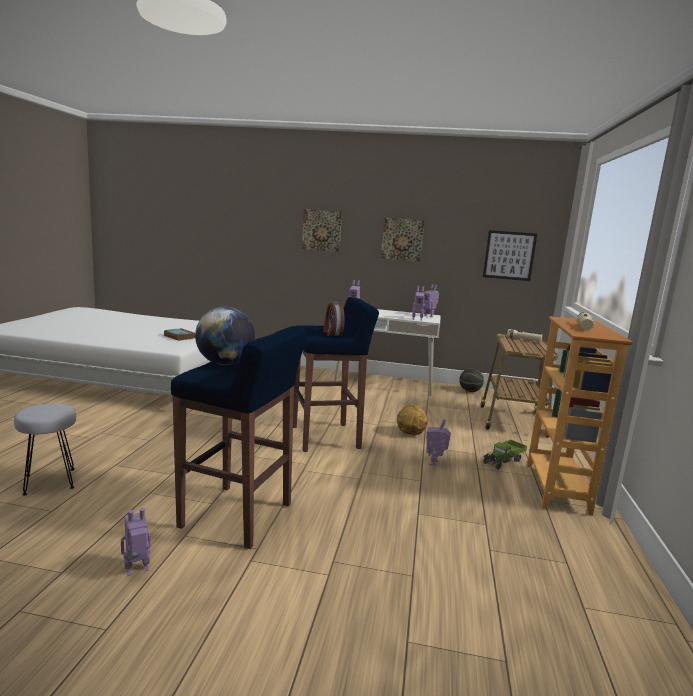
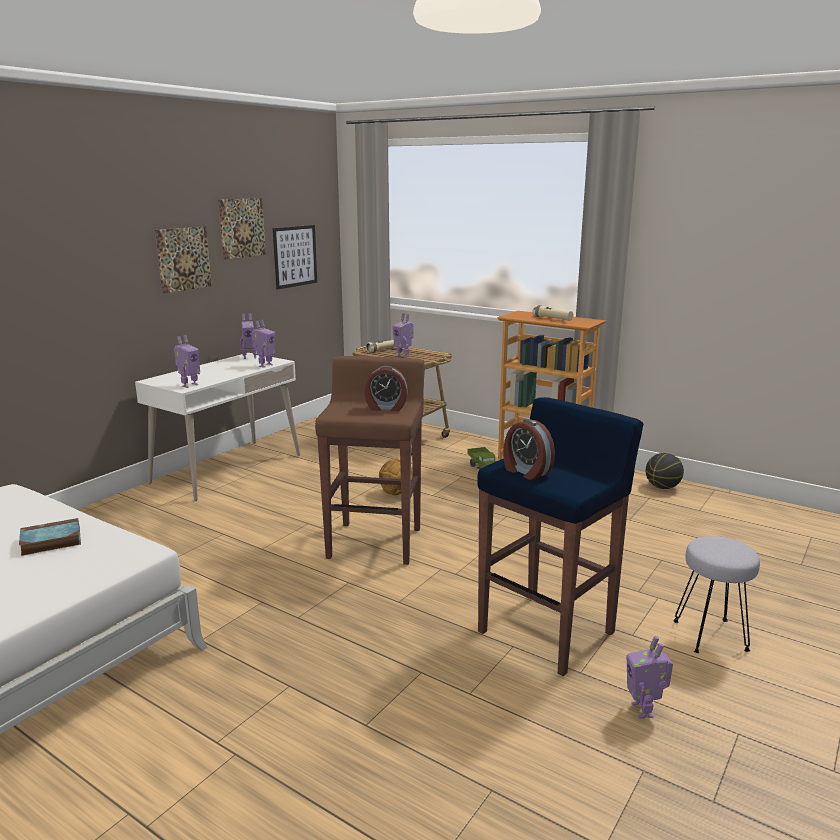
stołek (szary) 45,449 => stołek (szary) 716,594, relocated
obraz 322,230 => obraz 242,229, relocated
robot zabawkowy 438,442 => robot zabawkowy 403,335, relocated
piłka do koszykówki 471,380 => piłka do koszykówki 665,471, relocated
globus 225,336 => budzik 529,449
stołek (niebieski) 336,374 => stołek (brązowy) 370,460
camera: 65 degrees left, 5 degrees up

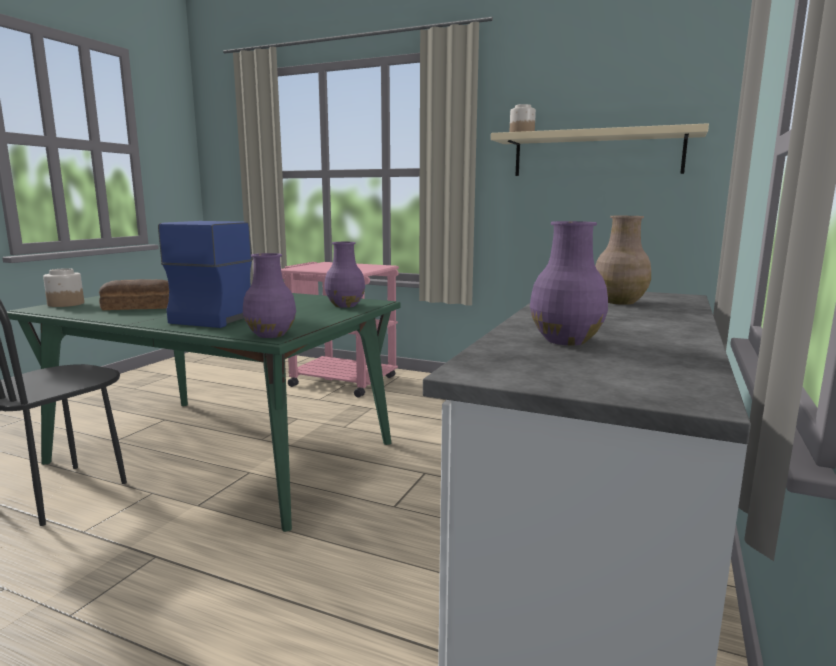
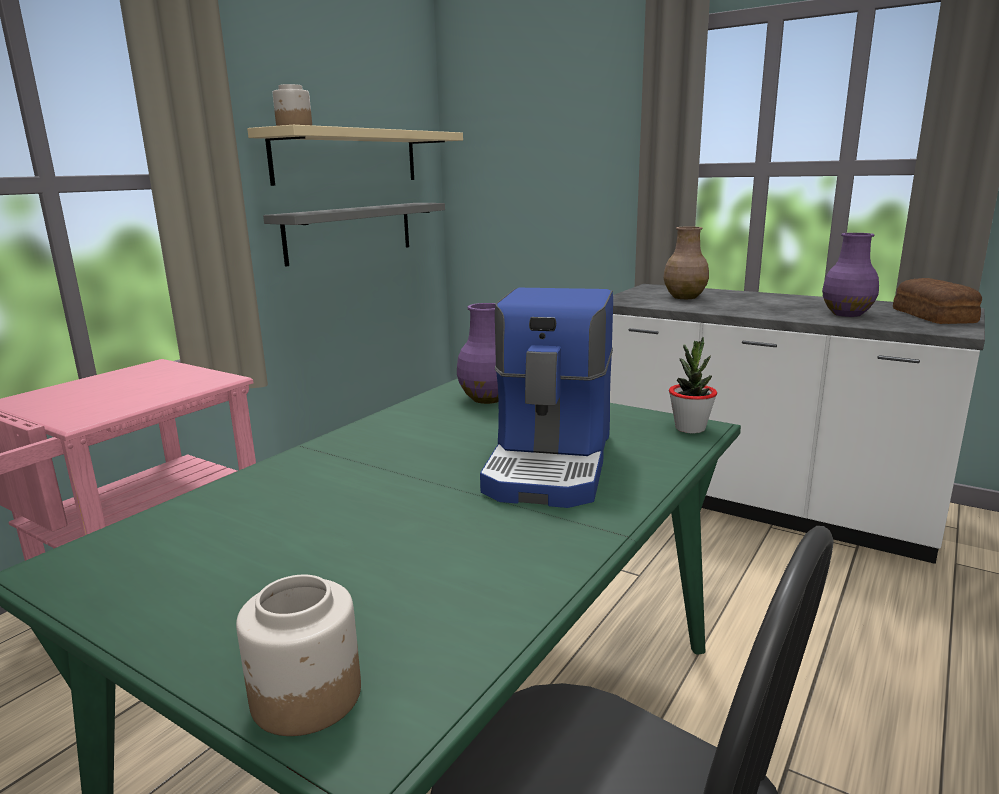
nothing => półka (szary) 354,235
chleb 134,294 => chleb 937,301, relocated
wazon (fioletowy) 269,295 => roślina doniczkowa 693,385
ekspres do kawy 205,274 => ekspres do kawy 546,398, 105 degrees counterclockwise
camera: 80 degrees left, 5 degrees up

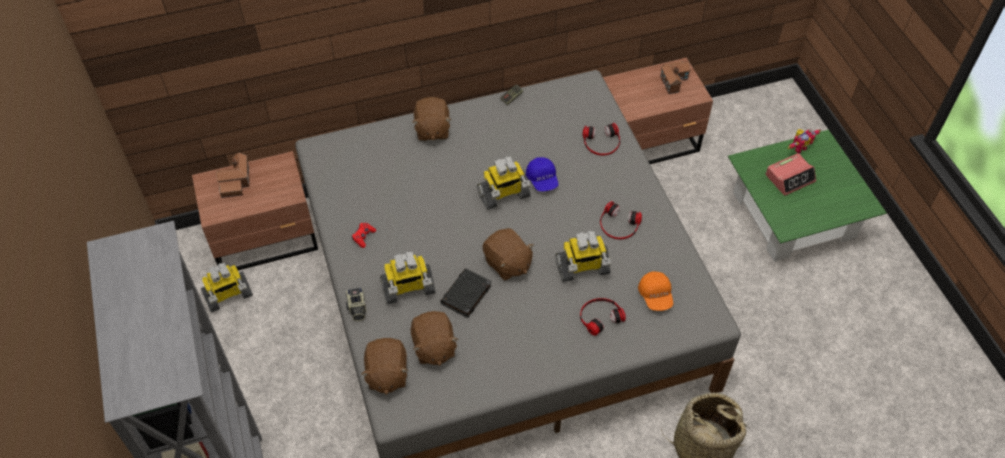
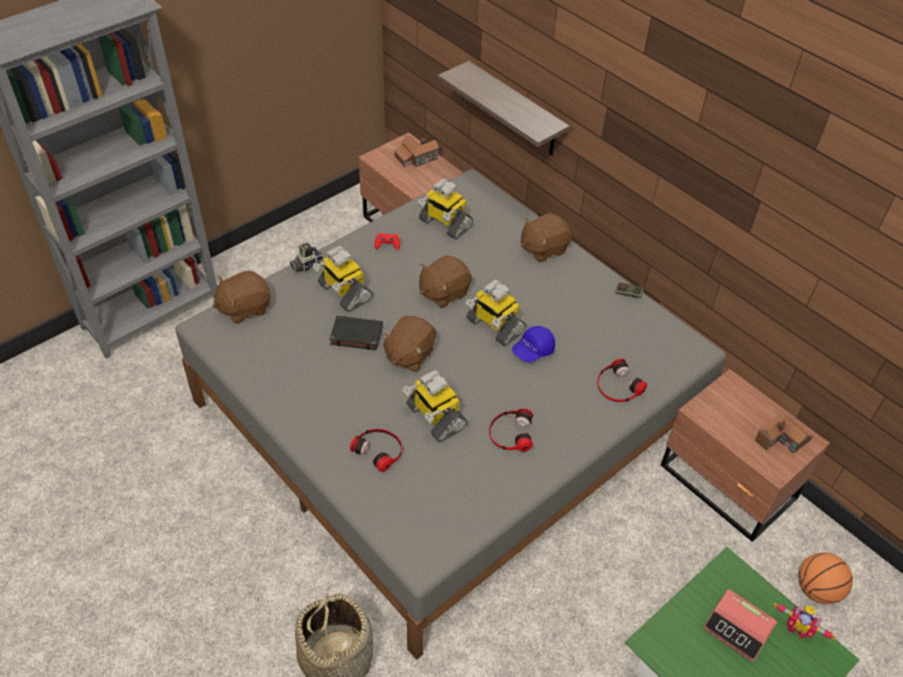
czapka z daszkiem (pomarańczowy) 655,291 => nothing
nothing => półka 504,108
nothing => piłka do koszykówki 825,578
robot zabawkowy 227,287 => robot zabawkowy 445,209, relocated
pluszak (brązowy) 434,338 => pluszak (brązowy) 445,281, relocated
camera: 65 degrees right, 5 degrees down

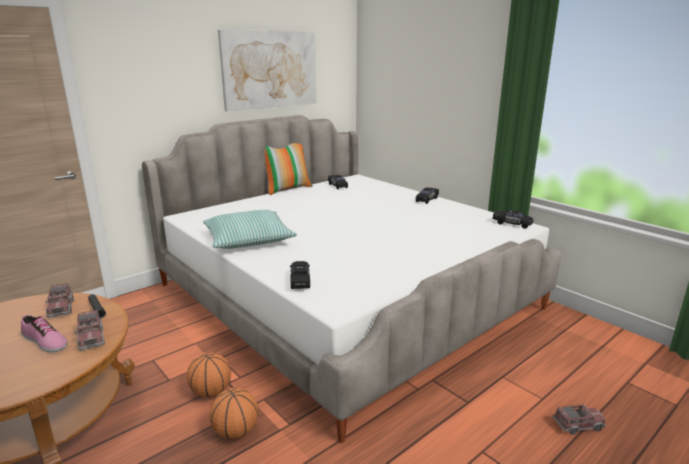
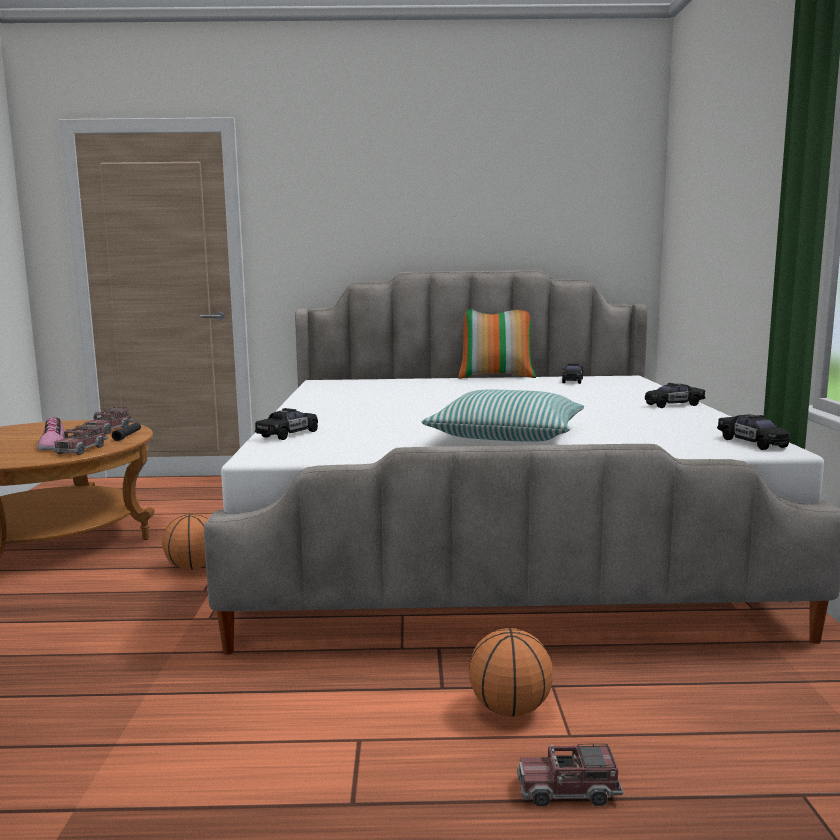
obraz 267,70 => nothing
poduszka 250,229 => poduszka 503,416, relocated
piłka do koszykówki 233,413 => piłka do koszykówki 511,672, relocated
ciężarówka zabawkowa 579,419 => ciężarówka zabawkowa 570,775, 150 degrees clockwise
camera: 40 degrees right, 10 degrees down

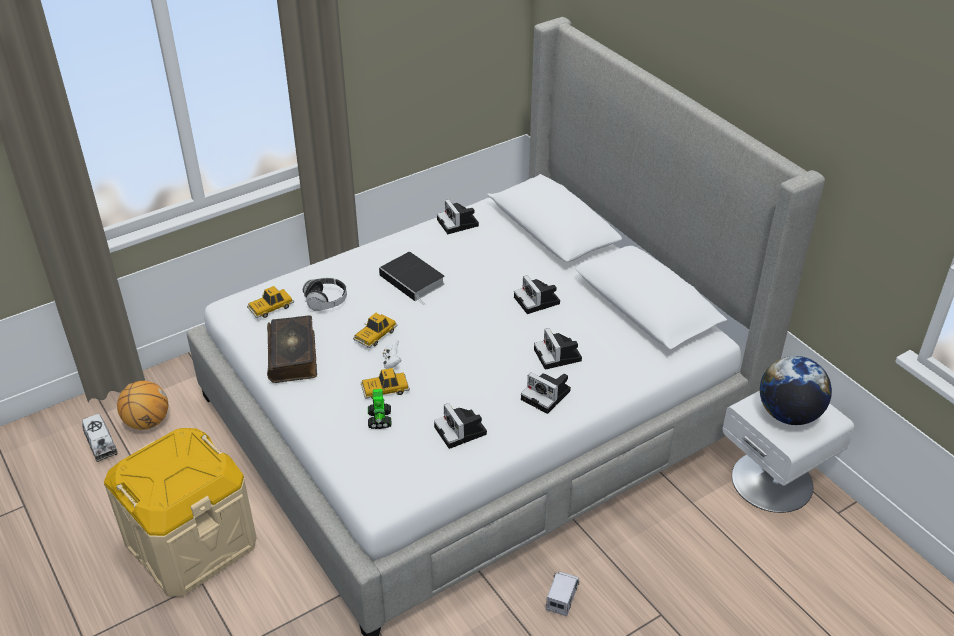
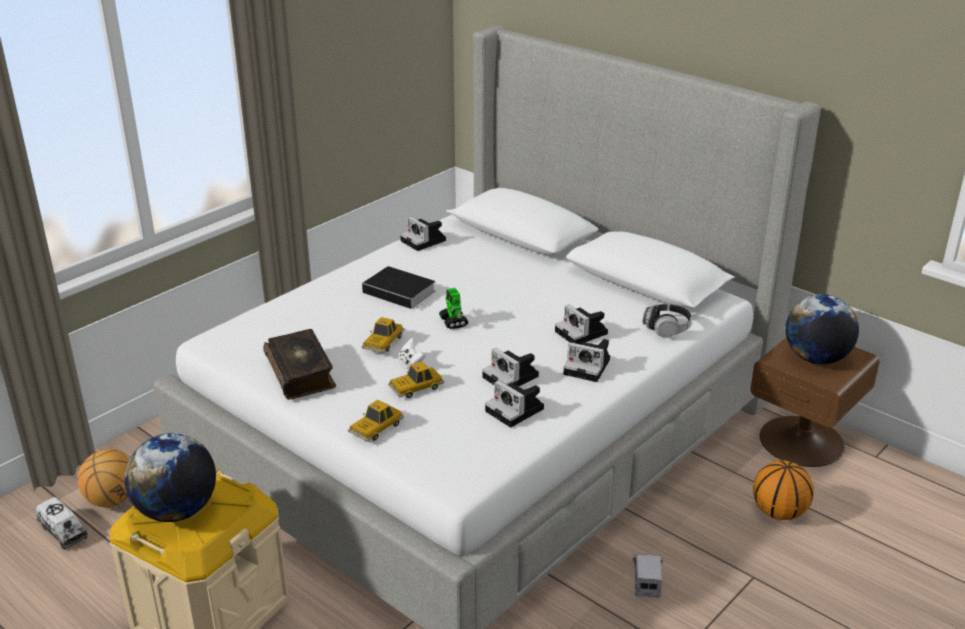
nothing => globus 170,477
nothing => piłka do koszykówki 783,490
samochodzik 270,302 => samochodzik 376,421, relocated
słuchawki 325,294 => słuchawki 667,321, relocated
robot zabawkowy 379,409 => robot zabawkowy 454,308, relocated
aparat fotograficzny 537,294 => aparat fotograficzny 510,367, relocated
szafka nocna (biały) 788,451 => szafka nocna (brązowy) 814,402
camera: 15 degrees left, 10 degrees down

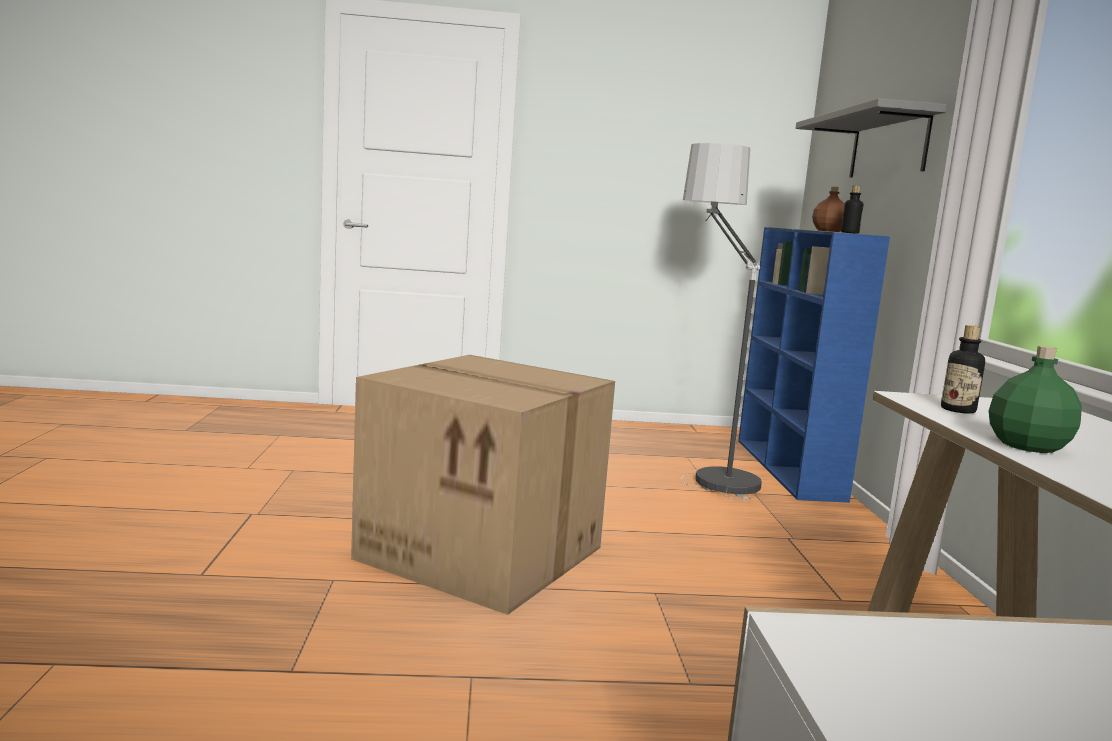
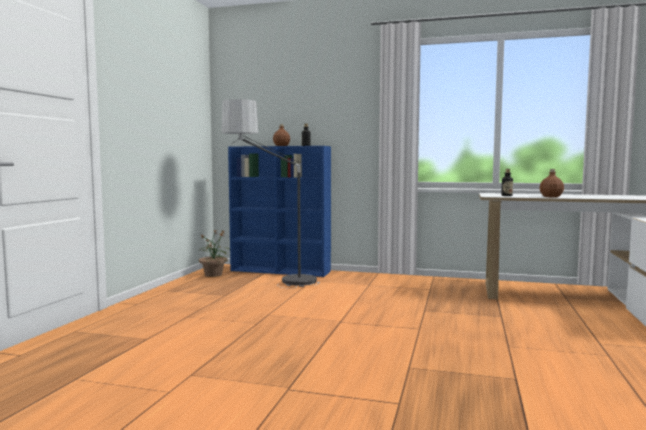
karton 483,485 => nothing
półka (szary) 871,137 => nothing
nothing => roślina doniczkowa 214,253
butelka (zielony) 1035,399 => butelka (brązowy) 551,183
camera: 70 degrees left, 5 degrees down

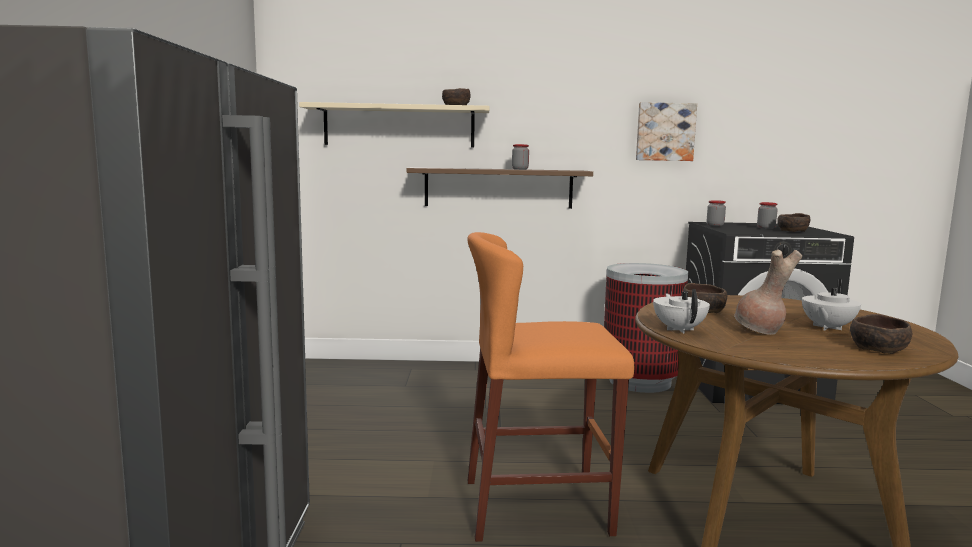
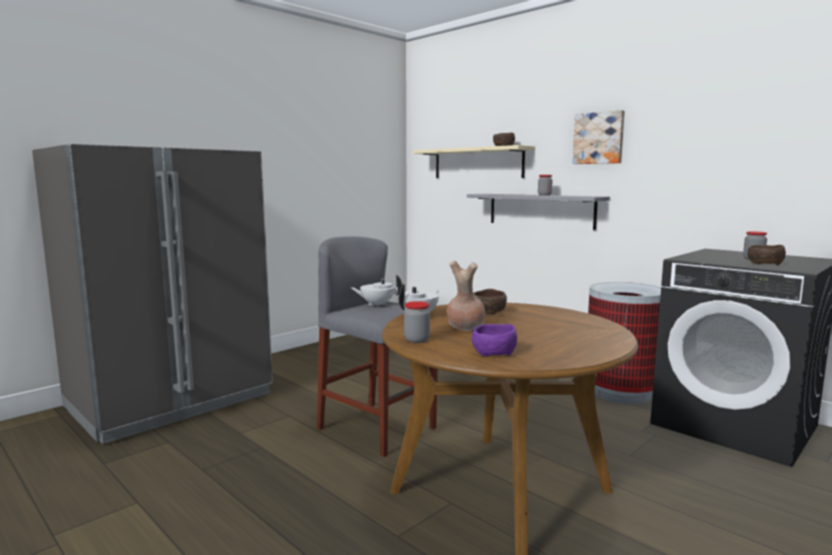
obraz 666,131 => obraz 598,137, relocated
słoik 716,213 => słoik 417,322, relocated
imbryk (biały) 831,305 => imbryk (biały) 376,291, relocated
półka (brązowy) 500,188 => półka (szary) 538,212
stołek (pomarańczowy) 550,387 => stołek (szary) 377,346
miska (brązowy) 881,334 => miska (fioletowy) 494,340
camera: 45 degrees right, 0 degrees up

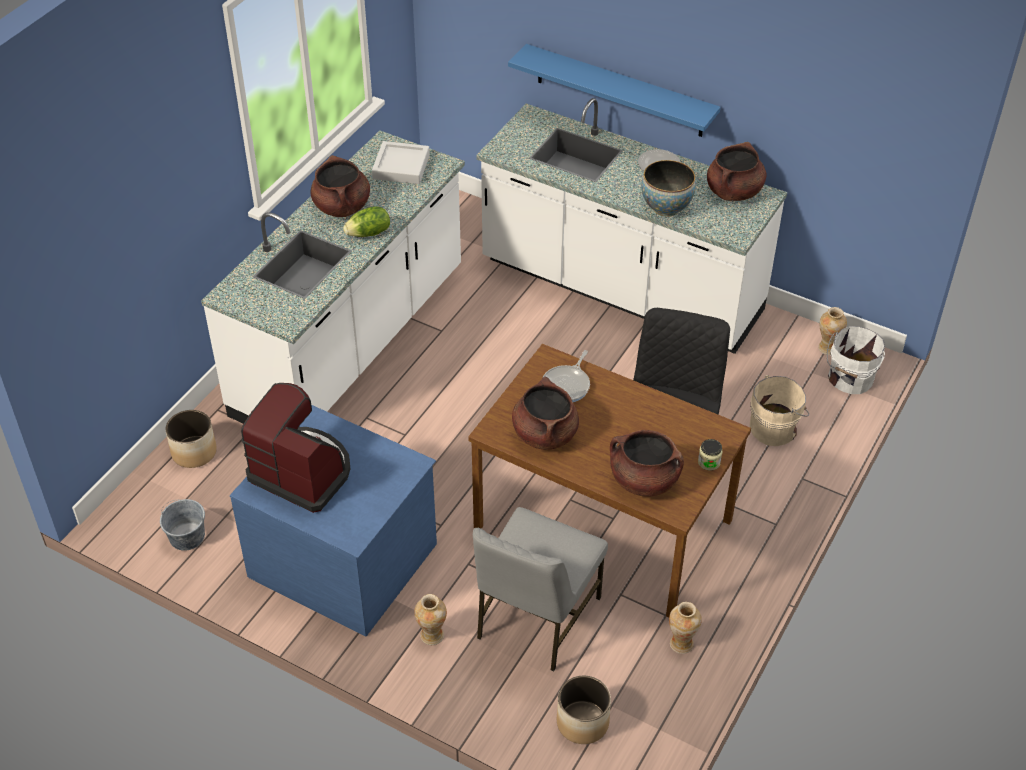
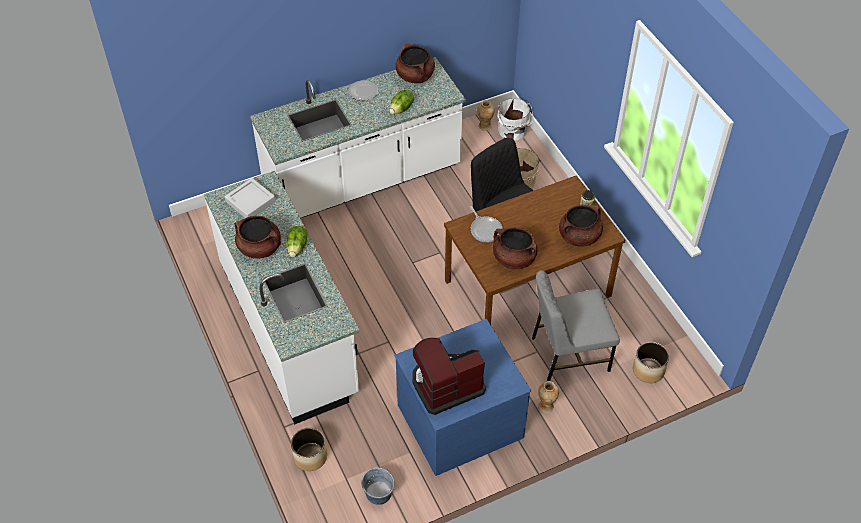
półka (niebieski) 614,90 => nothing
wazon 685,628 => nothing
miska 668,188 => sałata 401,102
krzesło (szary) 540,589 => krzesło (szary) 576,325, 105 degrees clockwise
camera: 55 degrees left, 5 degrees up

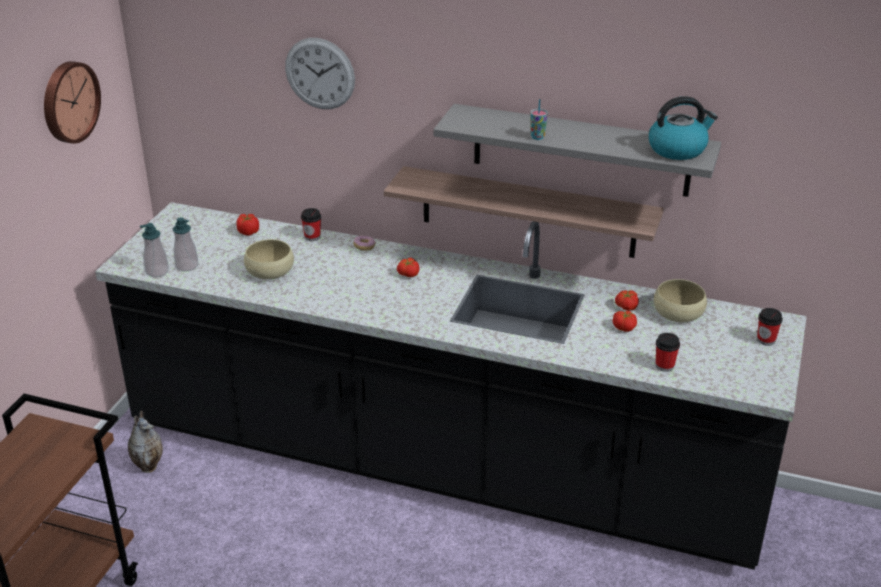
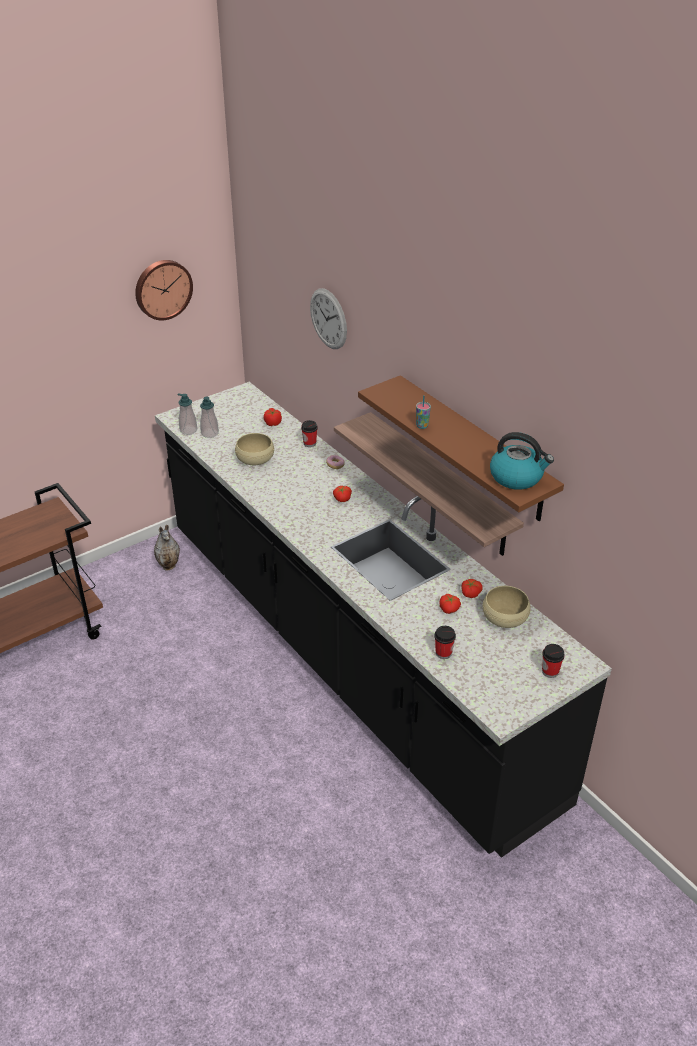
półka (szary) 577,150 => półka (brązowy) 461,448
camera: 35 degrees right, 5 degrees up

